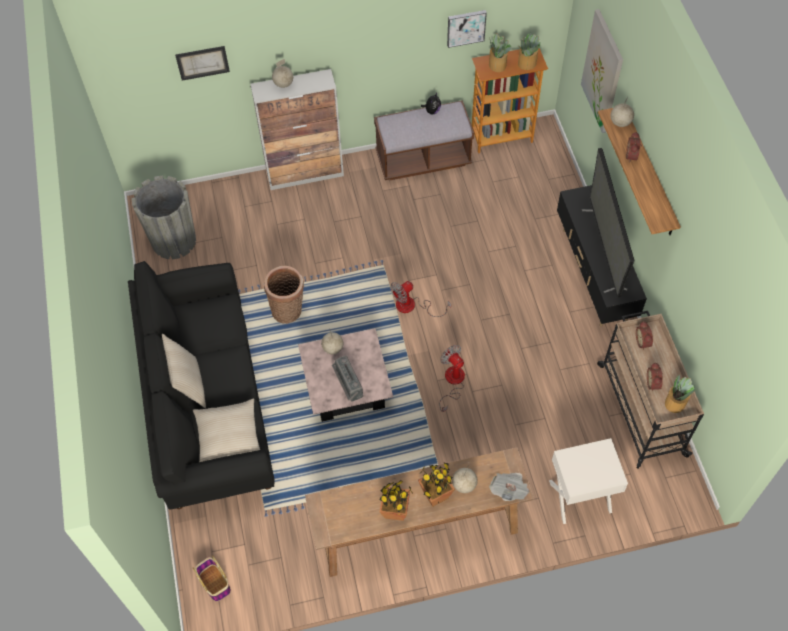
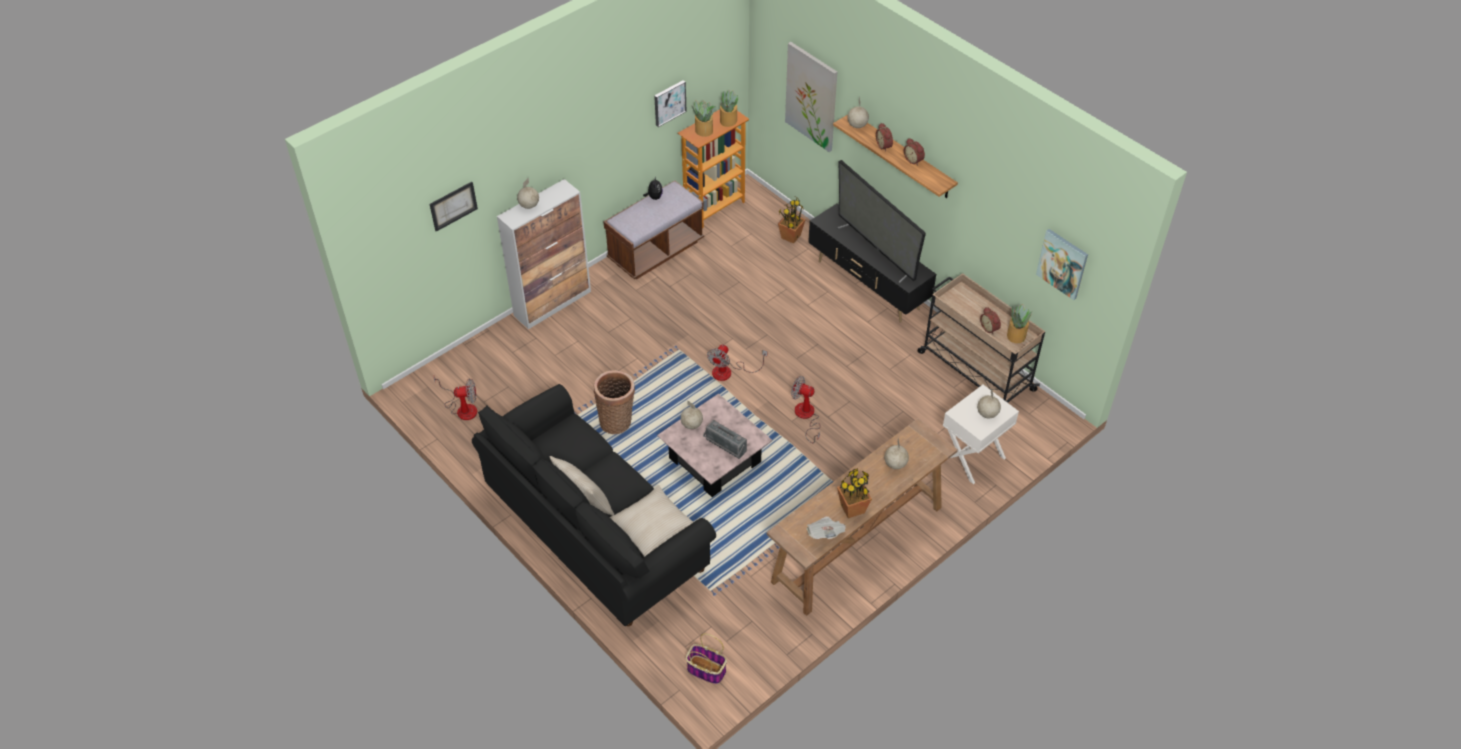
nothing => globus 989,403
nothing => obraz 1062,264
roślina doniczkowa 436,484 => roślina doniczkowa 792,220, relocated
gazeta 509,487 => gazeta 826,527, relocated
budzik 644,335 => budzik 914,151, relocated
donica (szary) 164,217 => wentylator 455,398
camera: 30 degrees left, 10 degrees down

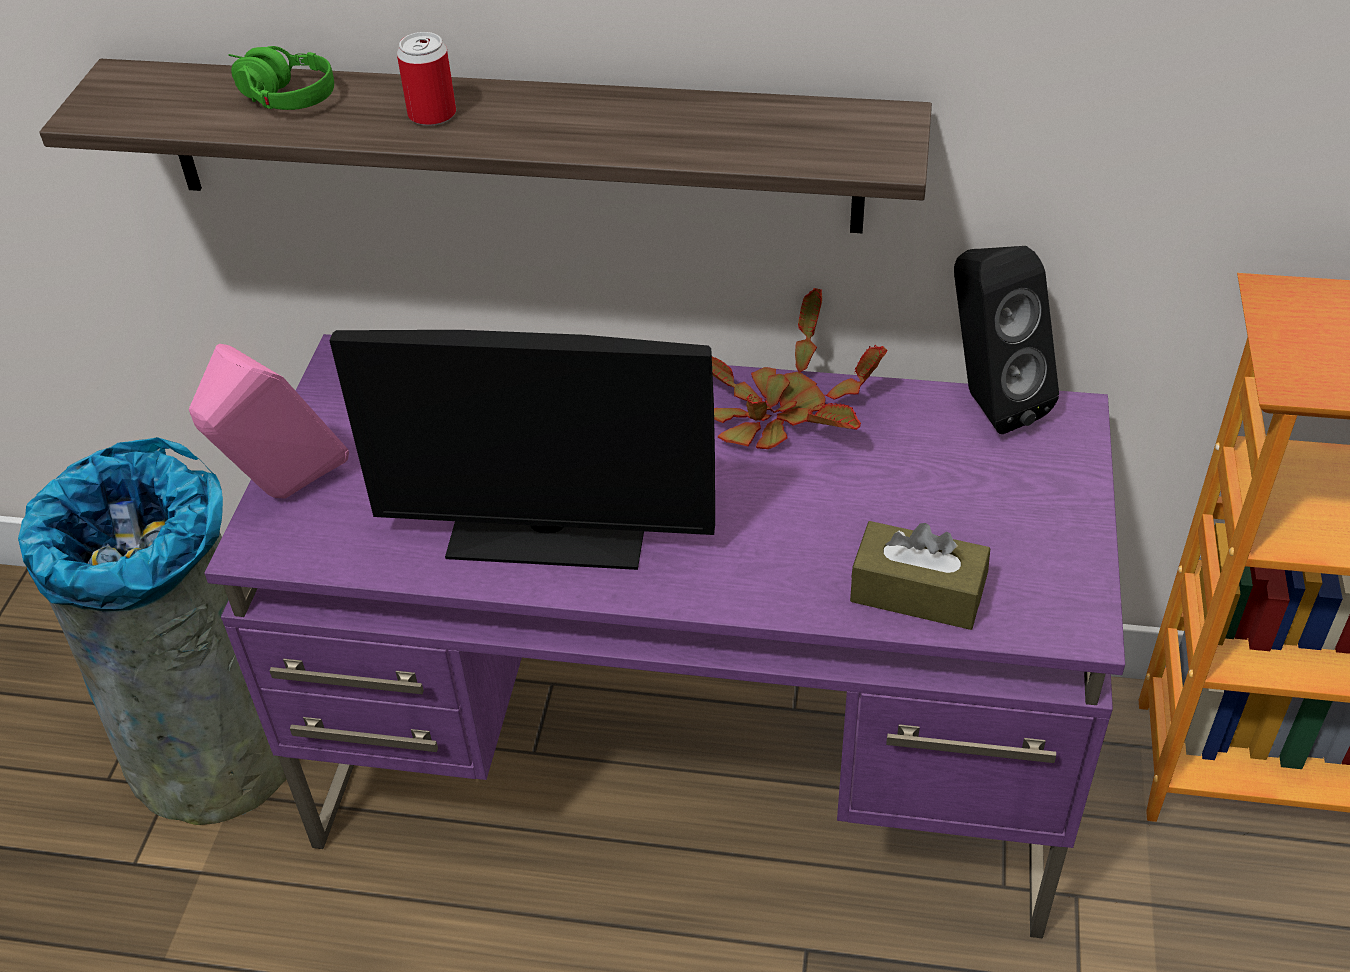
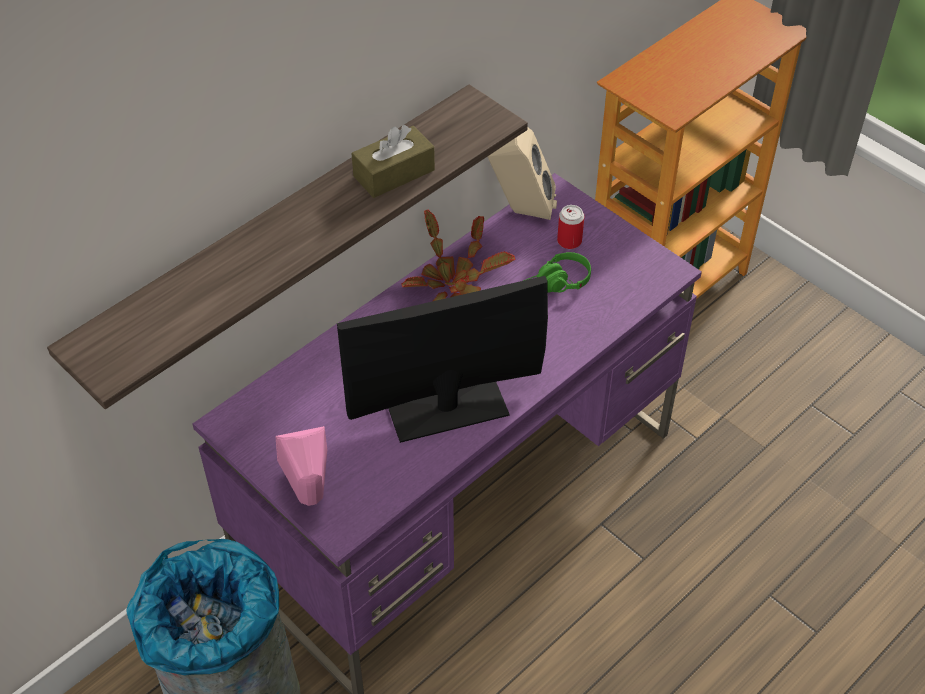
słuchawki (zielony) 281,78 => słuchawki (zielony) 557,272, relocated
puszka 426,79 => puszka 570,227, relocated
pudełko chusteczek (brązowy) 920,575 => pudełko chusteczek (brązowy) 393,161, relocated
głośnik (czarny) 1006,340 => głośnik (beżowy) 522,173
monitor 522,450 => monitor 442,359, 150 degrees counterclockwise
camera: 55 degrees left, 5 degrees up

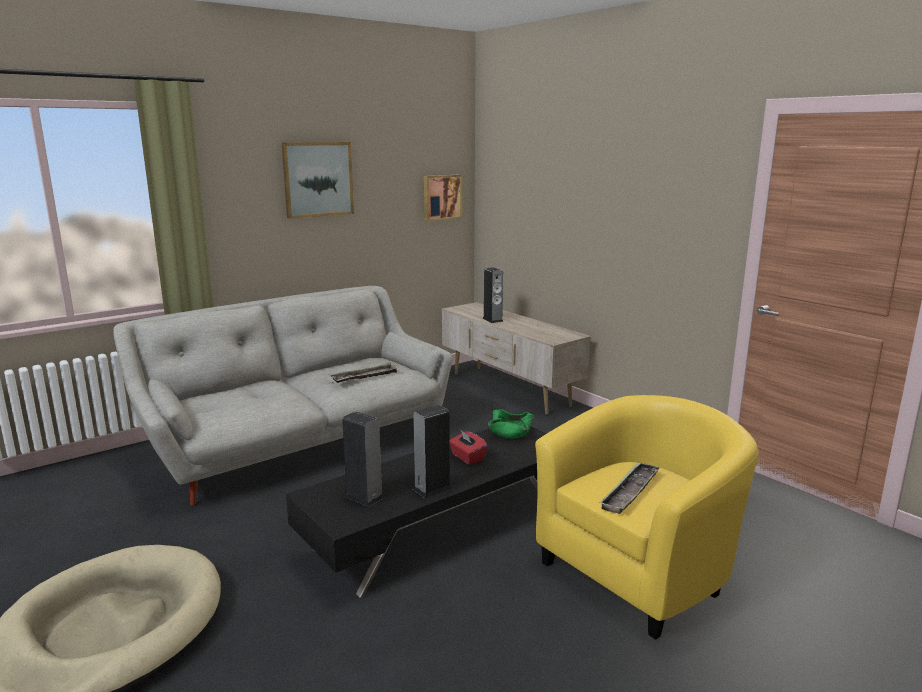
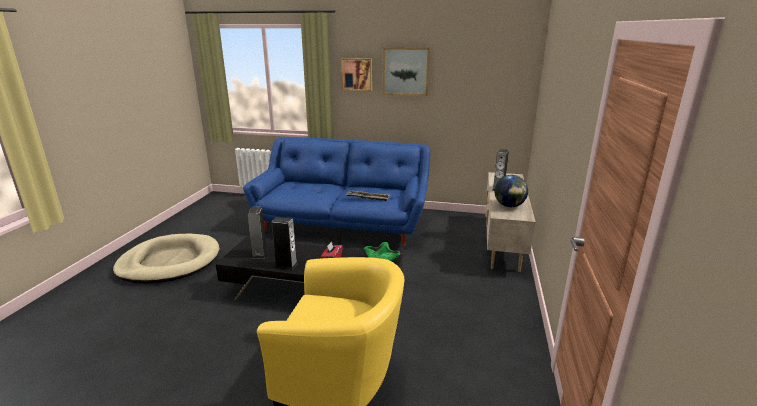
taca 629,488 => nothing
nothing => globus 511,191
obraz 443,198 => obraz 356,74, relocated
kanapa (szary) 282,396 => kanapa (niebieski) 336,192
camera: 50 degrees right, 5 degrees up

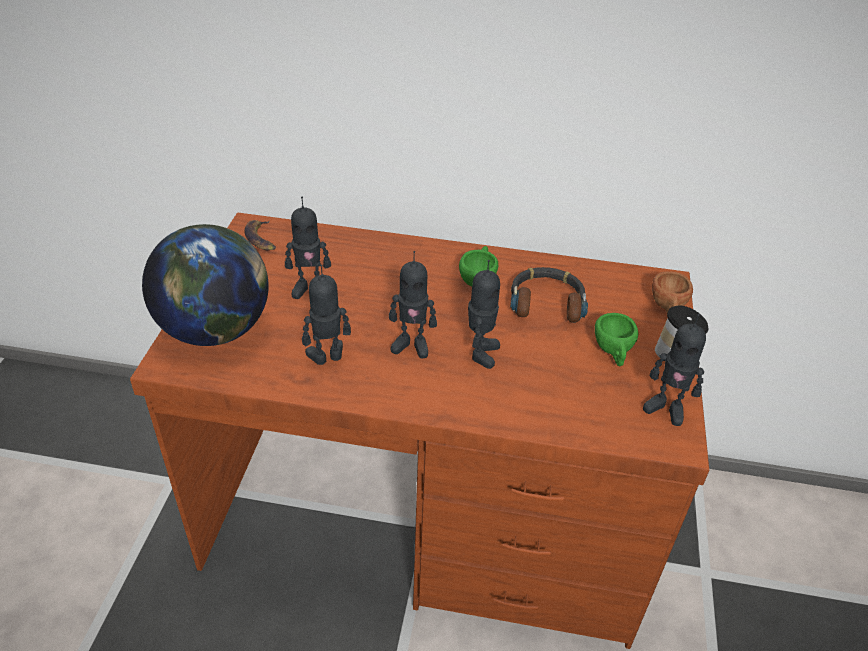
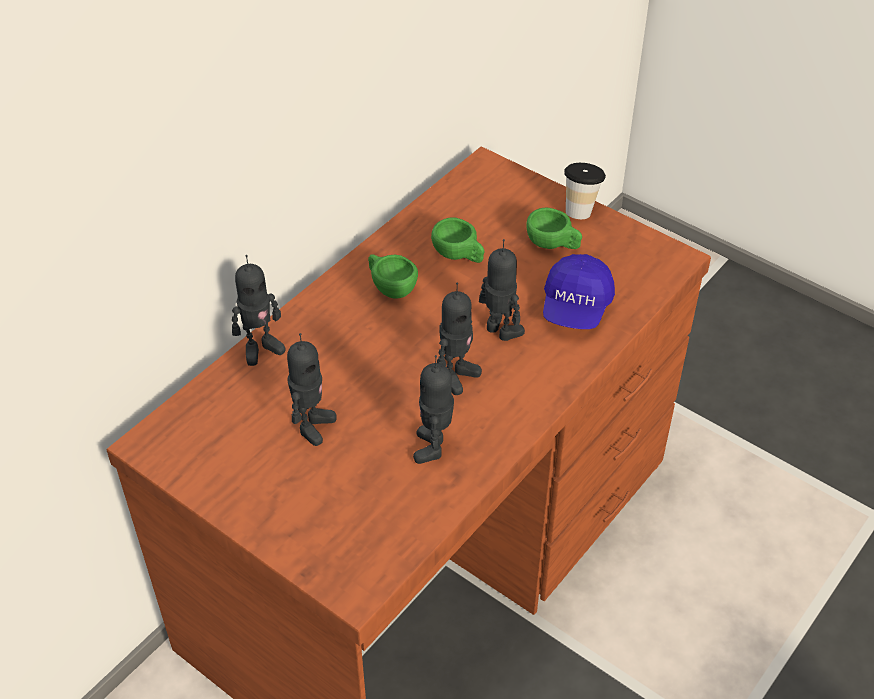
globus 205,285 => nothing
banan 260,235 => nothing
filiżanka (brązowy) 672,292 => nothing
nothing => czapka z daszkiem (niebieski) 579,291
robot zabawkowy 674,370 => robot zabawkowy 259,310, relocated
słuchawki 549,295 => filiżanka (zielony) 458,240
camera: 60 degrees left, 5 degrees up

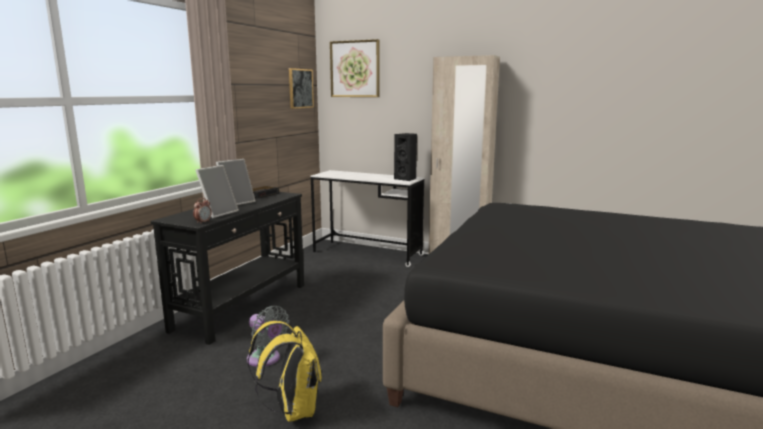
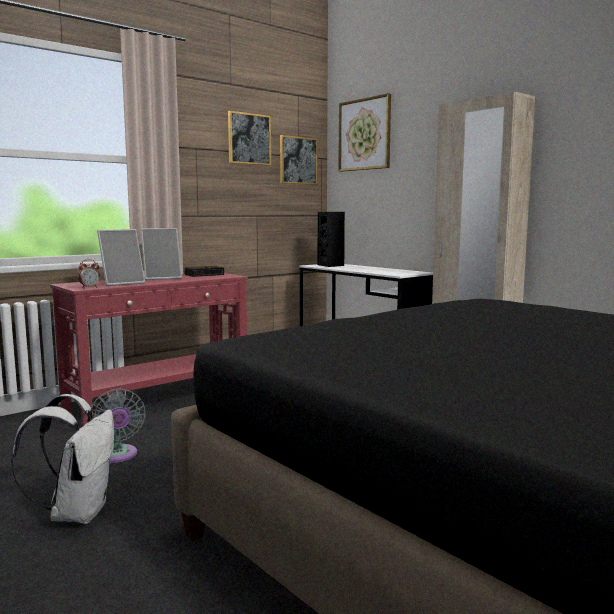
nothing => obraz 249,138
głośnik (czarny) 405,157 => głośnik (czarny) 331,239, relocated
stolik konsolowy (czarny) 227,268 => stolik konsolowy (czerwony) 149,350
plecak (żółty) 284,371 => plecak (biały) 62,459
camera: 25 degrees right, 5 degrees down

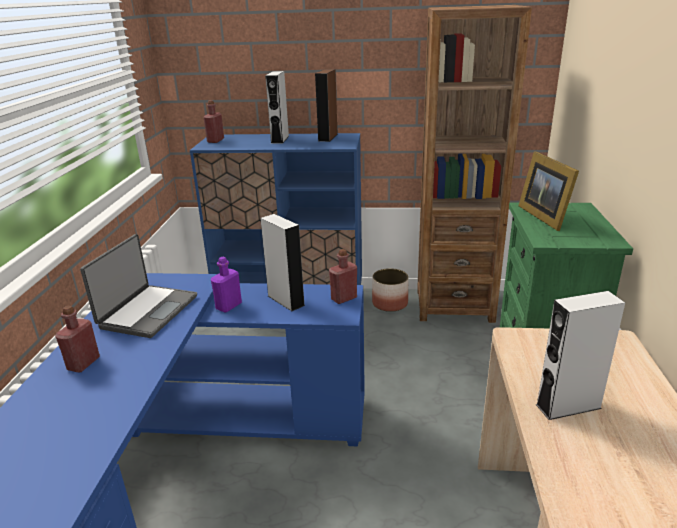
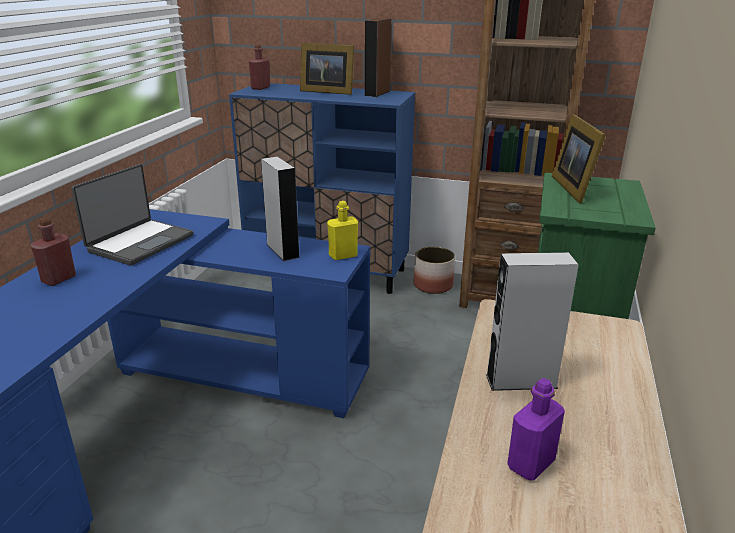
butelka (fioletowy) 226,285 => butelka (fioletowy) 536,429, relocated
głośnik (szary) 277,107 => ramka na zdjęcie 327,69
butelka (czerwony) 343,276 => butelka (żółty) 342,230
camera: 10 degrees right, 0 degrees up

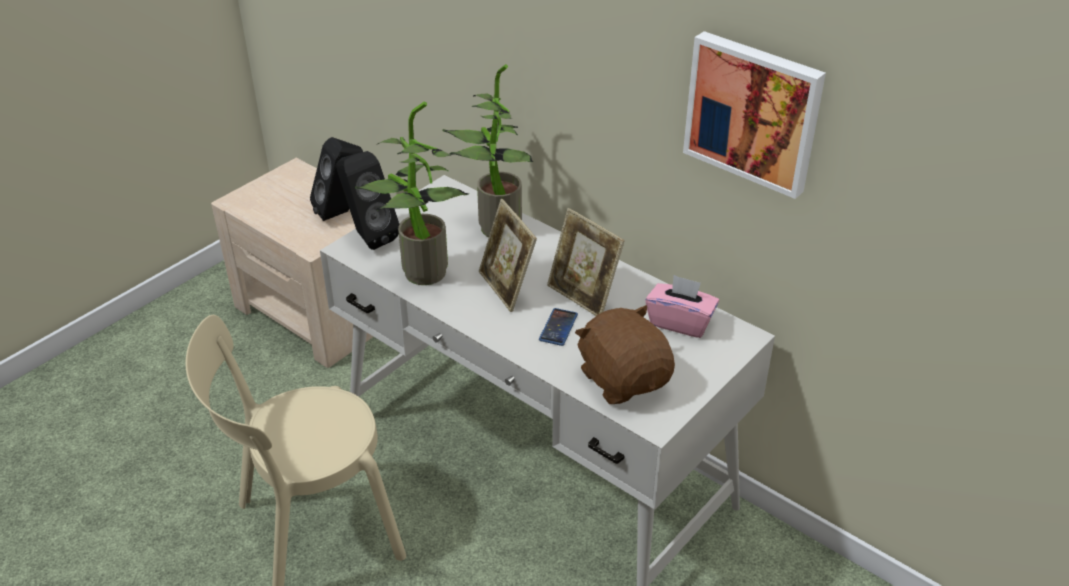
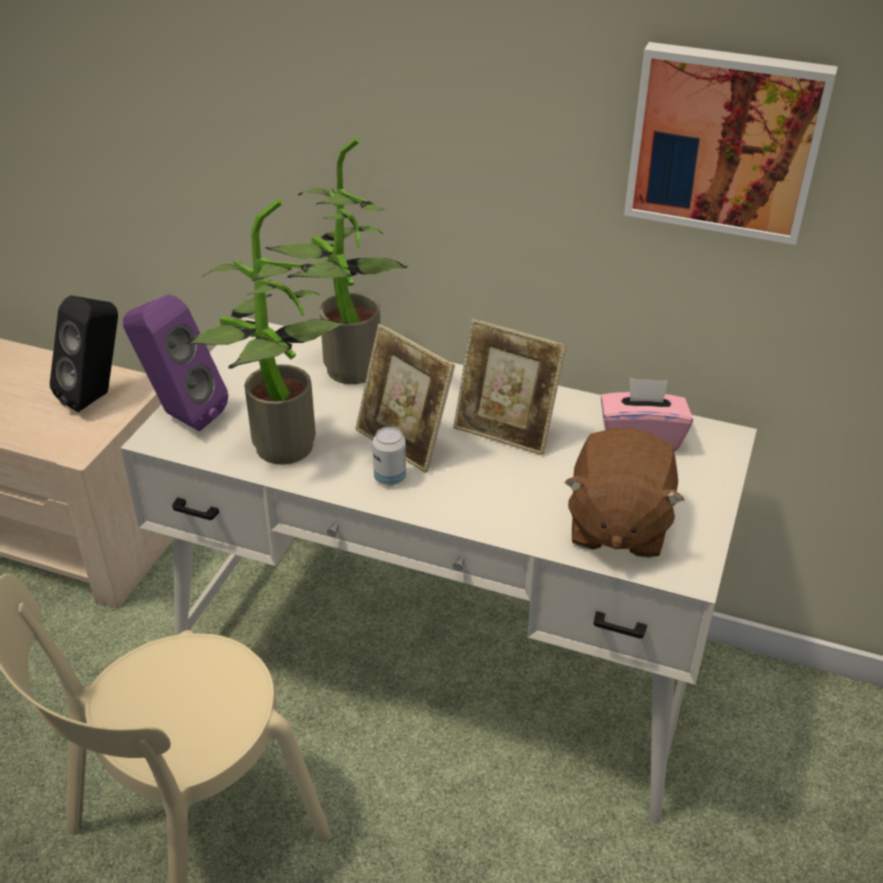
telefon 558,327 => nothing
nothing => puszka 389,456
głośnik (czarny) 367,200 => głośnik (fioletowy) 175,362
pluszak (brązowy) 625,354 => pluszak (brązowy) 624,493, 120 degrees counterclockwise
camera: 20 degrees left, 0 degrees up

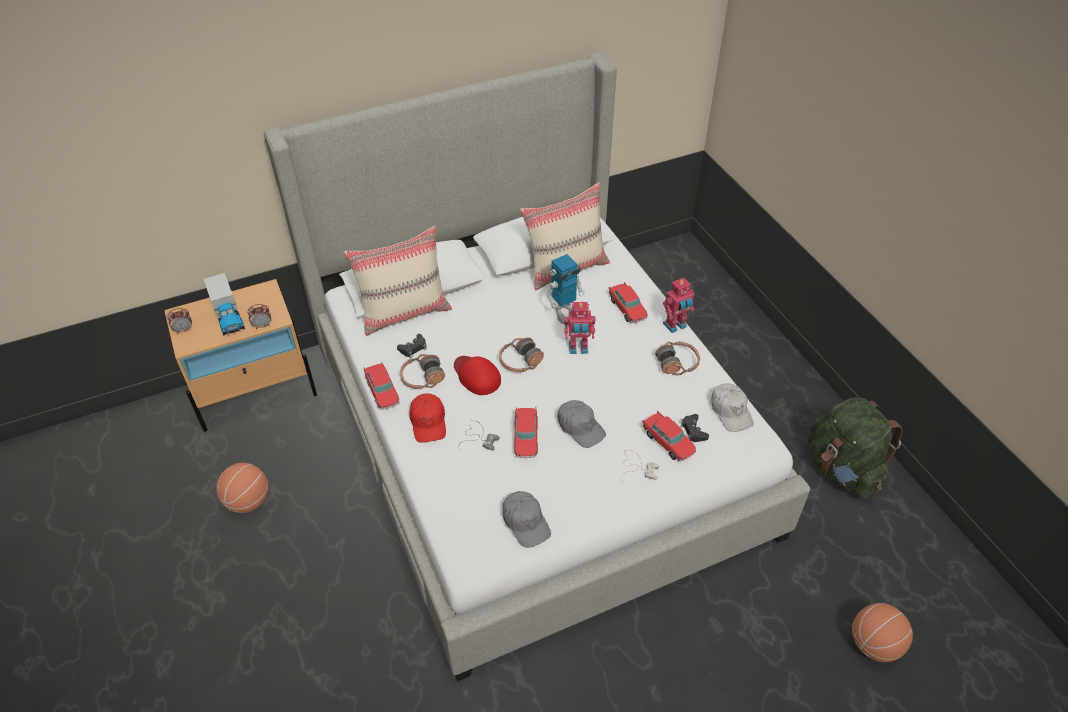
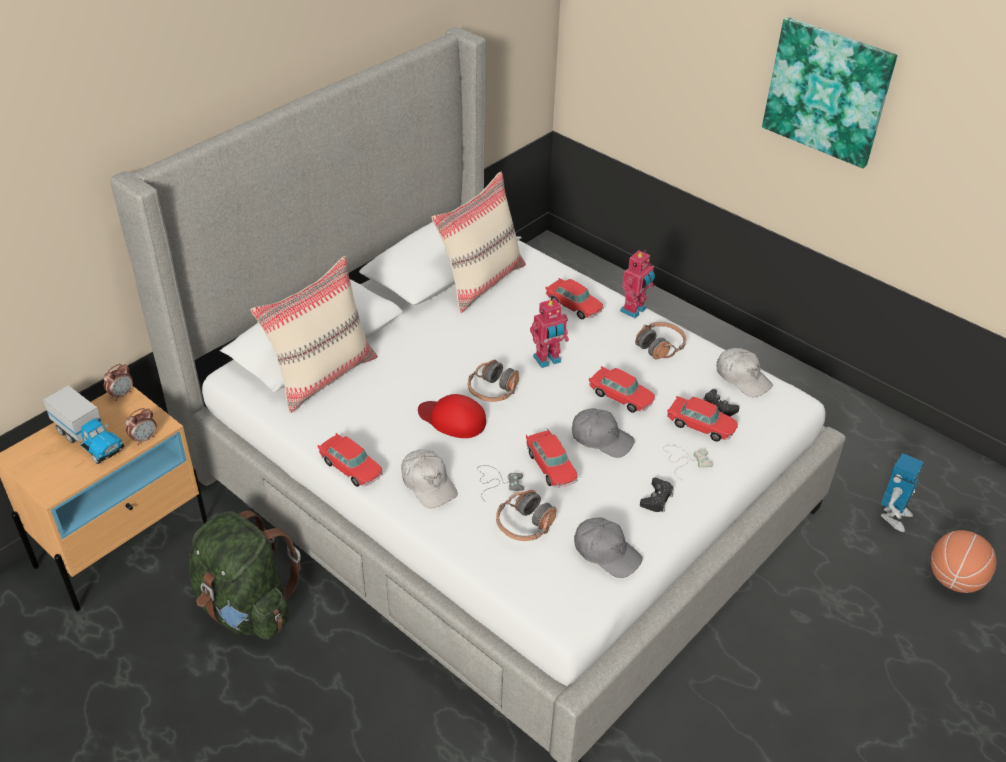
piłka do koszykówki 242,488 => nothing
nothing => samochodzik 622,389
nothing => obraz 829,92
budzik 179,321 => budzik 118,382, relocated
pad do gier (czarny) 412,346 => pad do gier (czarny) 657,495, relocated
słuchawki 422,371 => słuchawki 526,515, relocated
robot zabawkowy 565,289 => robot zabawkowy 902,492, relocated
plecak (zielony) 855,448 => plecak (zielony) 245,575, relocated
czapka z daszkiem (czerwony) 427,418 => czapka z daszkiem (biały) 429,478
camera: 25 degrees left, 5 degrees down

